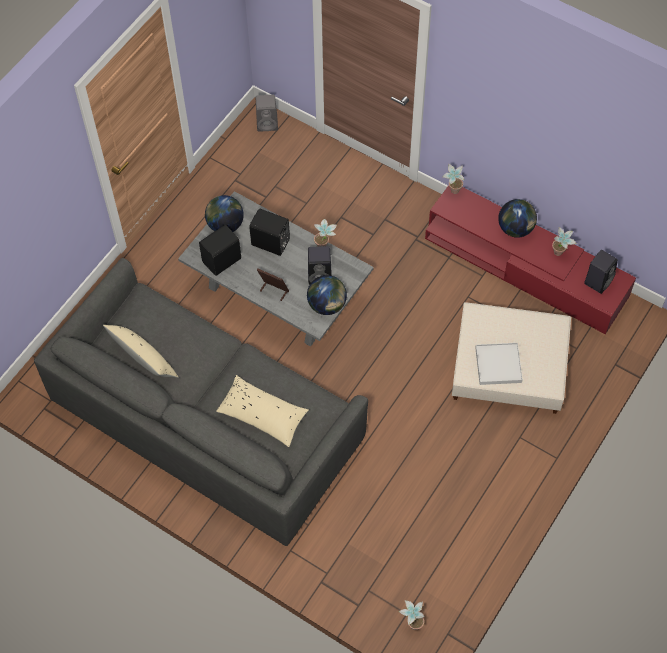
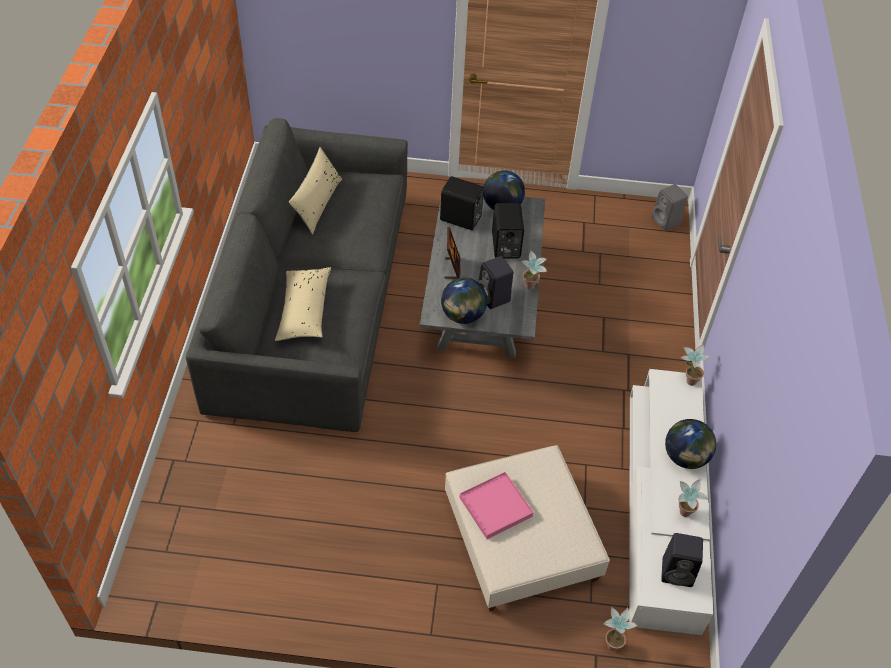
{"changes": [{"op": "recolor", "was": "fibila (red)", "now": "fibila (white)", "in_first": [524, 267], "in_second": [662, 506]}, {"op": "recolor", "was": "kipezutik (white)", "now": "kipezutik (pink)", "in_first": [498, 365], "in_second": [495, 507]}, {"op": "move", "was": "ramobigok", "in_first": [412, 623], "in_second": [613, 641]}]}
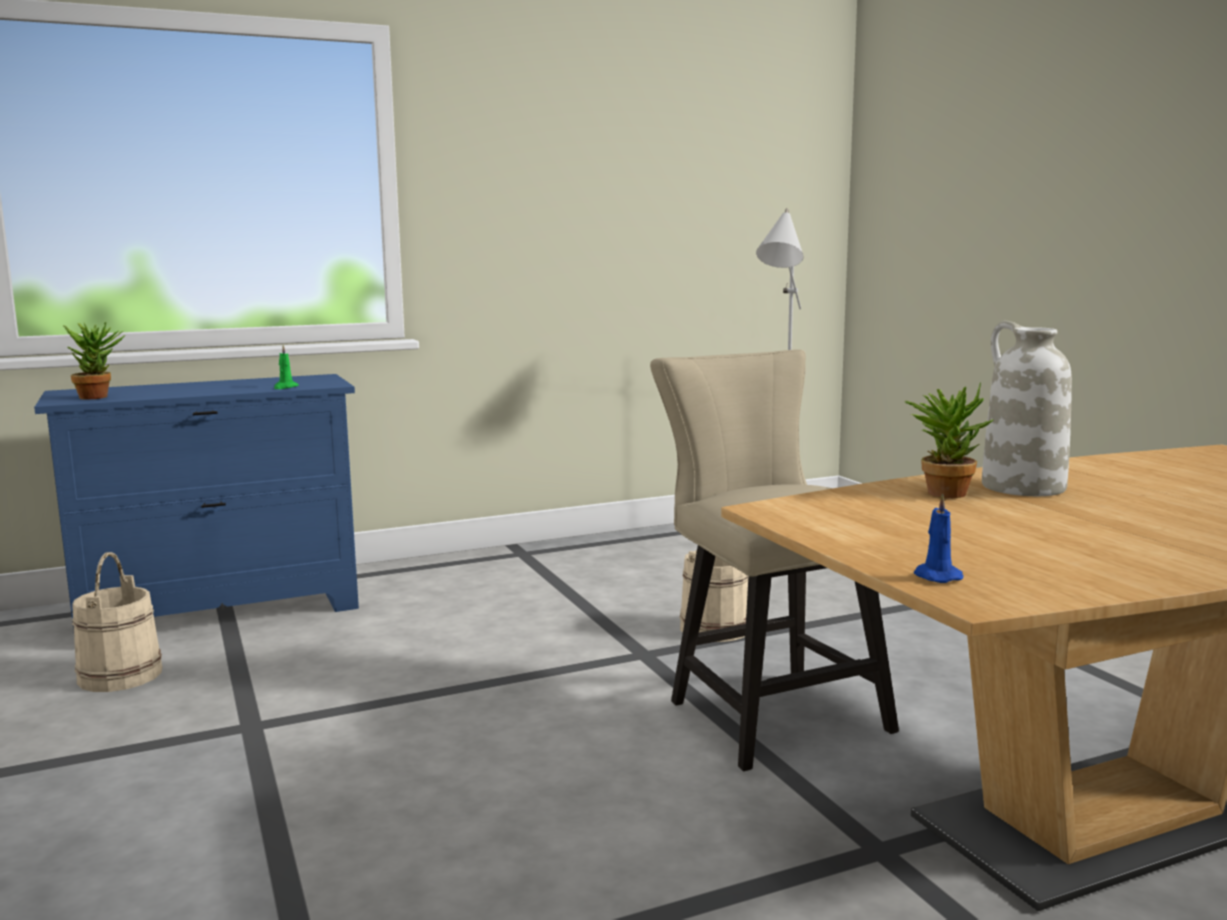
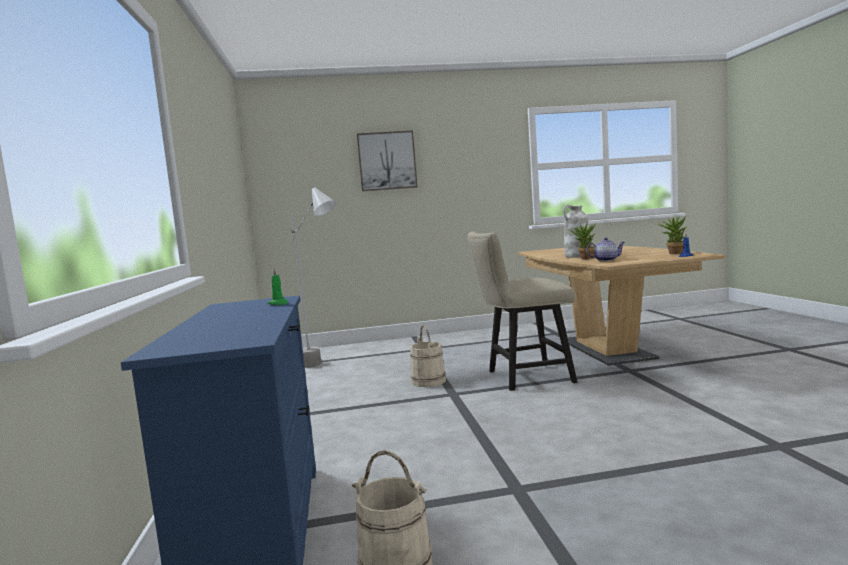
{"changes": [{"op": "move", "was": "ramobigok", "in_first": [99, 396], "in_second": [673, 253]}, {"op": "insert", "now": "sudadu", "in_second": [387, 161]}, {"op": "insert", "now": "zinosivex", "in_second": [606, 260]}]}
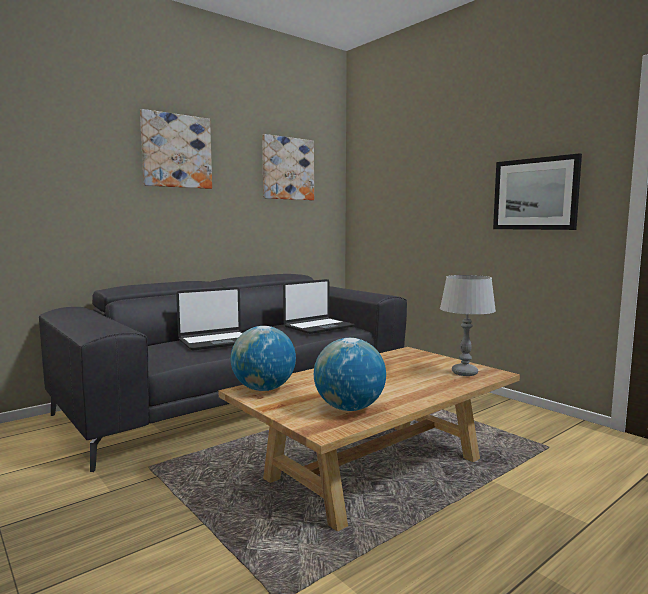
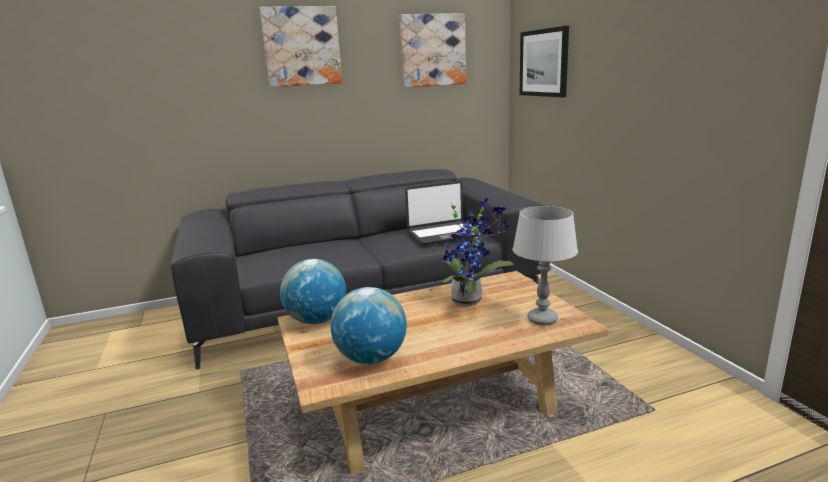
{"changes": [{"op": "move", "was": "sudadu", "in_first": [535, 194], "in_second": [544, 63]}, {"op": "delete", "was": "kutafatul", "in_first": [216, 341]}, {"op": "insert", "now": "ramobigok", "in_second": [470, 300]}]}
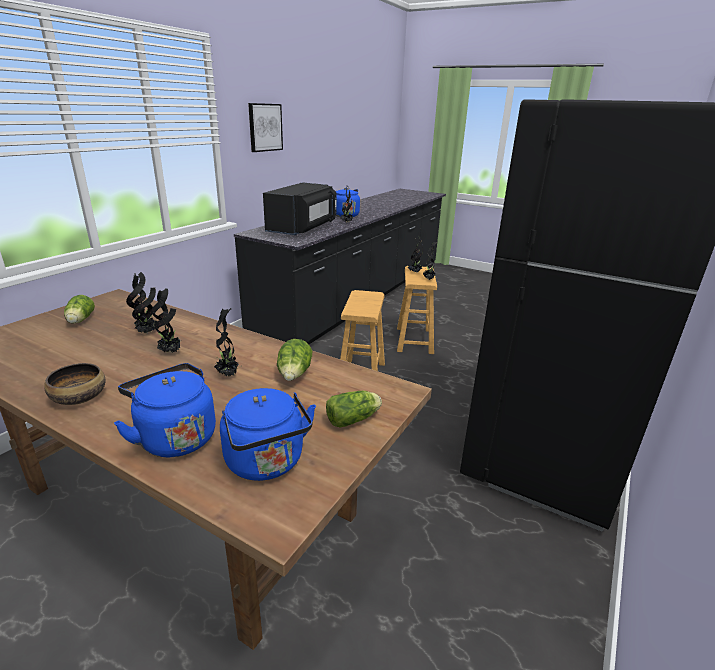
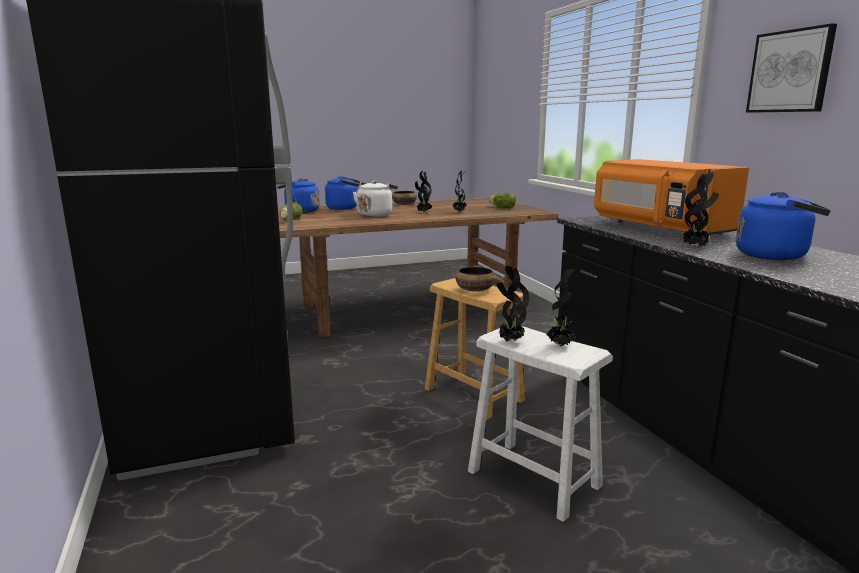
{"changes": [{"op": "recolor", "was": "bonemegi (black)", "now": "bonemegi (orange)", "in_first": [303, 228], "in_second": [658, 228]}, {"op": "recolor", "was": "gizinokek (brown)", "now": "gizinokek (white)", "in_first": [414, 340], "in_second": [533, 479]}, {"op": "replace", "was": "ramobigok", "now": "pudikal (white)", "in_first": [228, 375], "in_second": [375, 214]}, {"op": "delete", "was": "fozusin", "in_first": [294, 374]}, {"op": "insert", "now": "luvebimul", "in_second": [474, 289]}]}
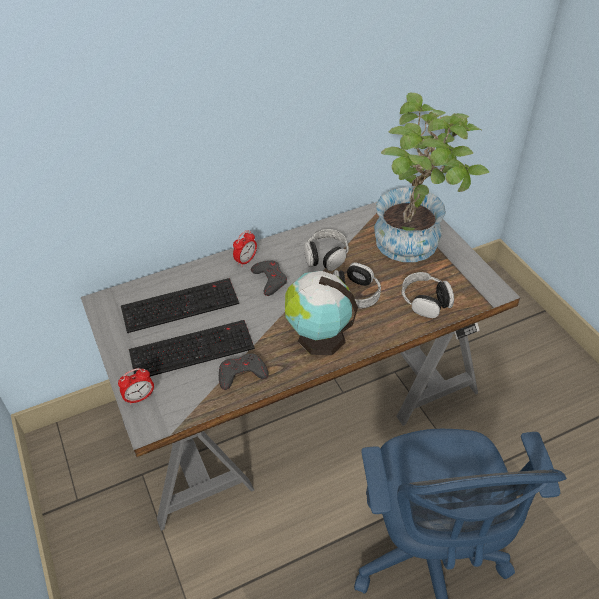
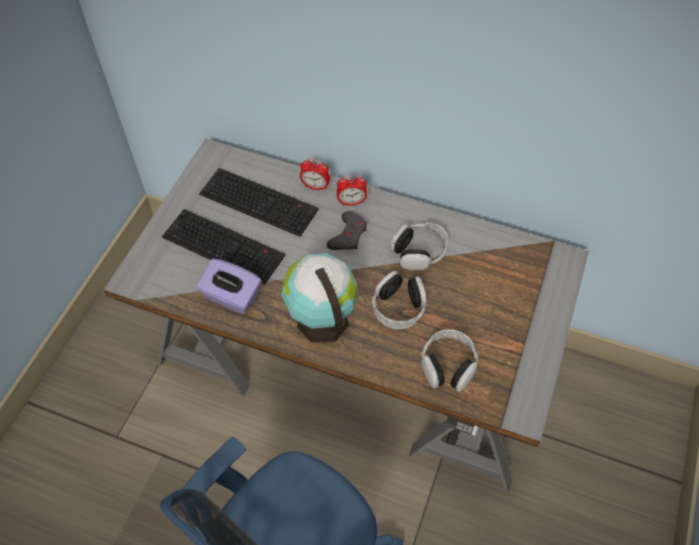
{"changes": [{"op": "delete", "was": "ramobigok", "in_first": [416, 244]}, {"op": "replace", "was": "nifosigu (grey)", "now": "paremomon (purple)", "in_first": [241, 374], "in_second": [231, 297]}, {"op": "move", "was": "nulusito", "in_first": [140, 397], "in_second": [315, 186]}]}
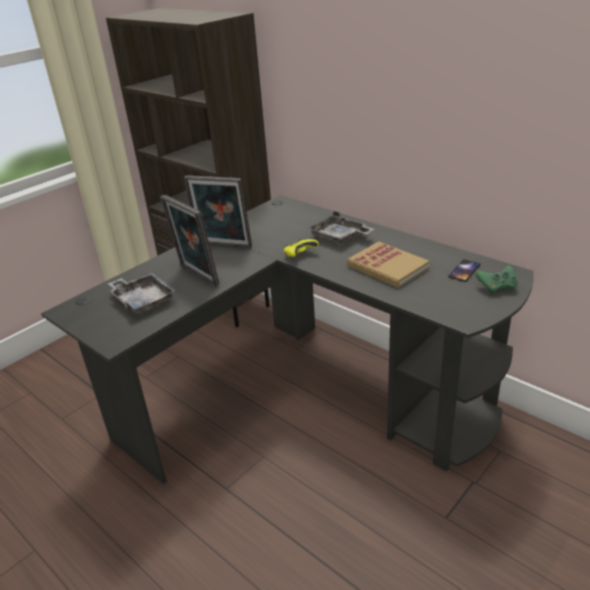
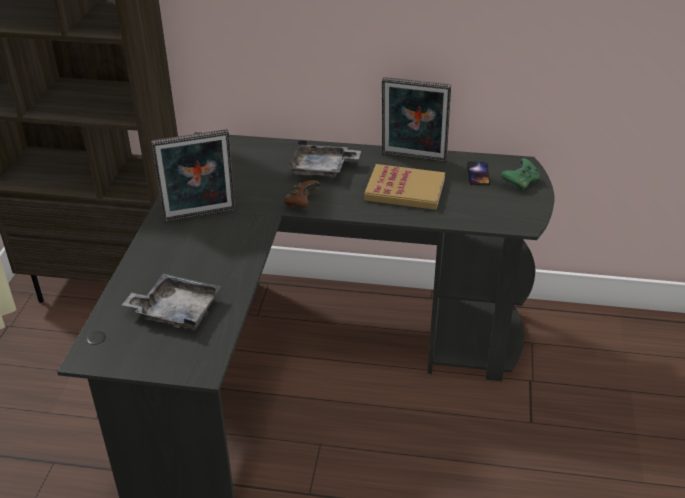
{"changes": [{"op": "move", "was": "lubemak", "in_first": [196, 277], "in_second": [413, 159]}, {"op": "recolor", "was": "nifosigu (yellow)", "now": "nifosigu (brown)", "in_first": [300, 255], "in_second": [301, 202]}]}
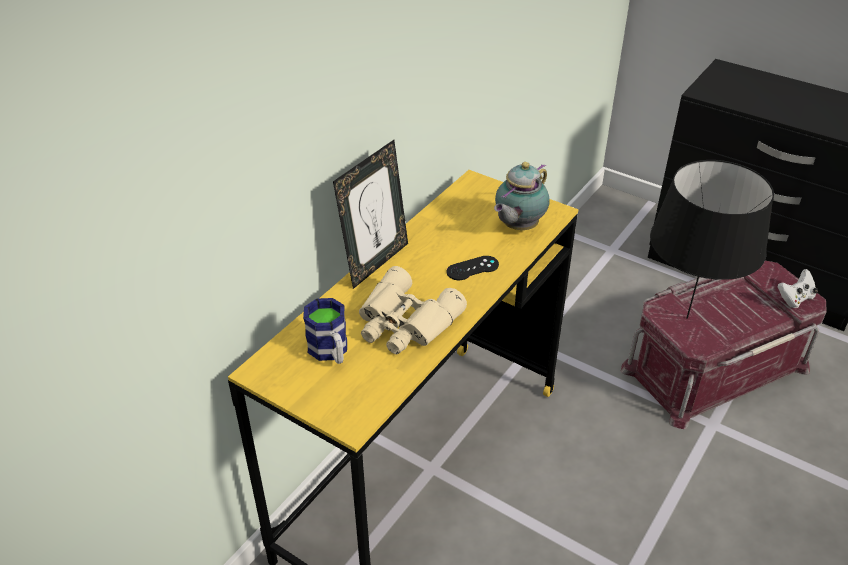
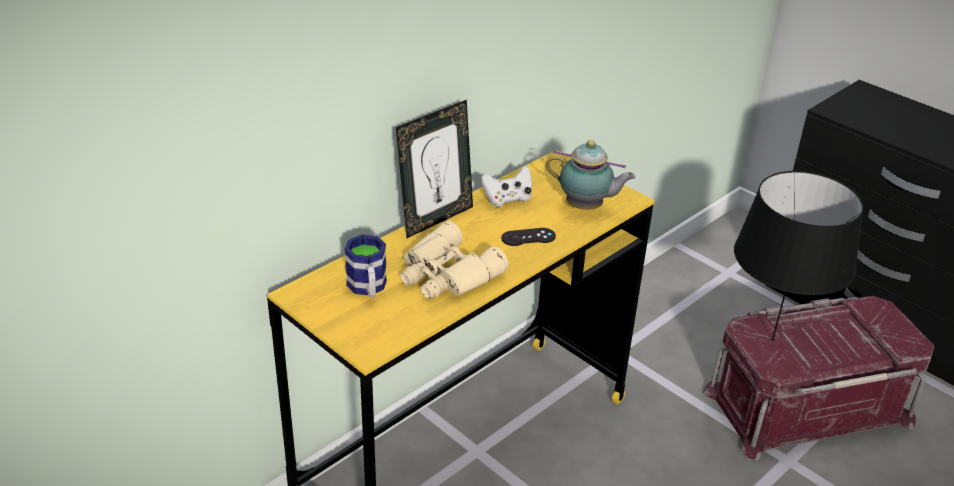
{"changes": [{"op": "rotate", "was": "zinosivex", "in_first": [517, 227], "in_second": [586, 207], "clockwise": -120}, {"op": "move", "was": "nifosigu (white)", "in_first": [795, 299], "in_second": [507, 199]}]}
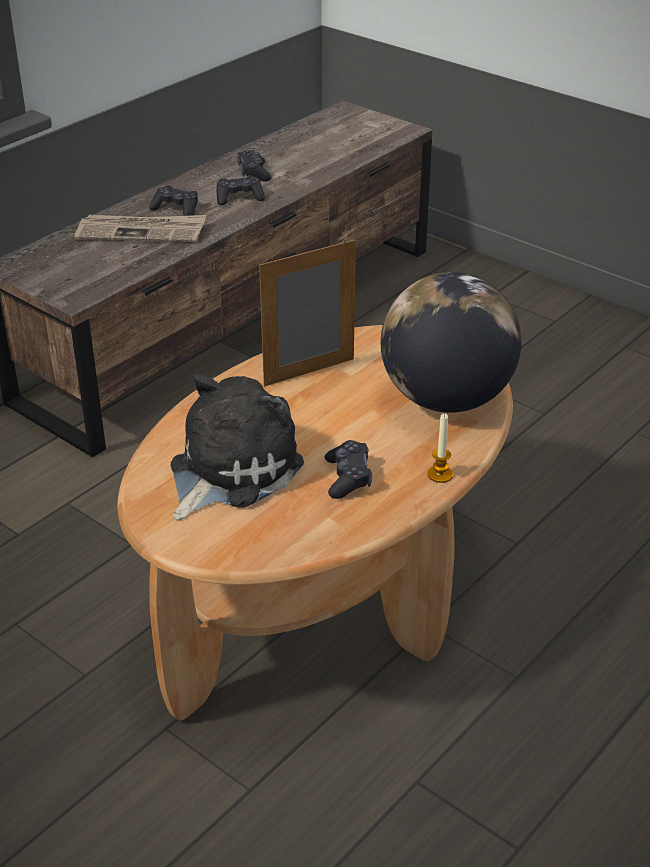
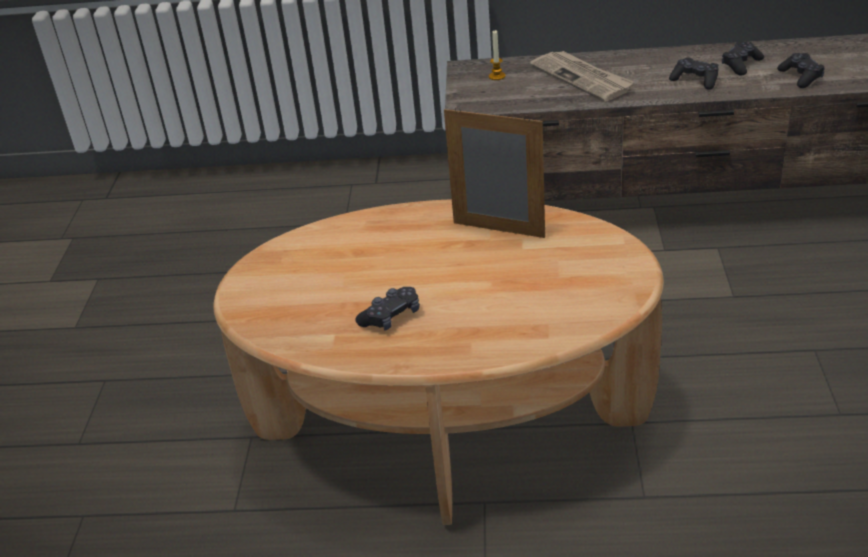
{"changes": [{"op": "move", "was": "nifosigu (black)", "in_first": [176, 209], "in_second": [800, 77]}, {"op": "delete", "was": "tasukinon", "in_first": [446, 399]}, {"op": "delete", "was": "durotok", "in_first": [229, 470]}, {"op": "move", "was": "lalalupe", "in_first": [440, 475], "in_second": [497, 76]}]}
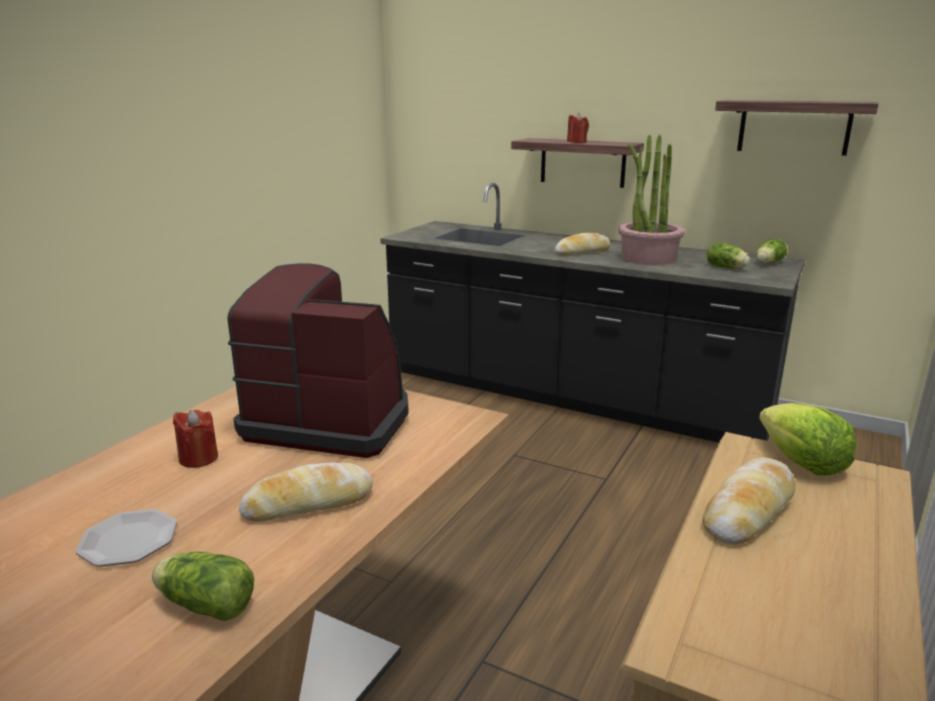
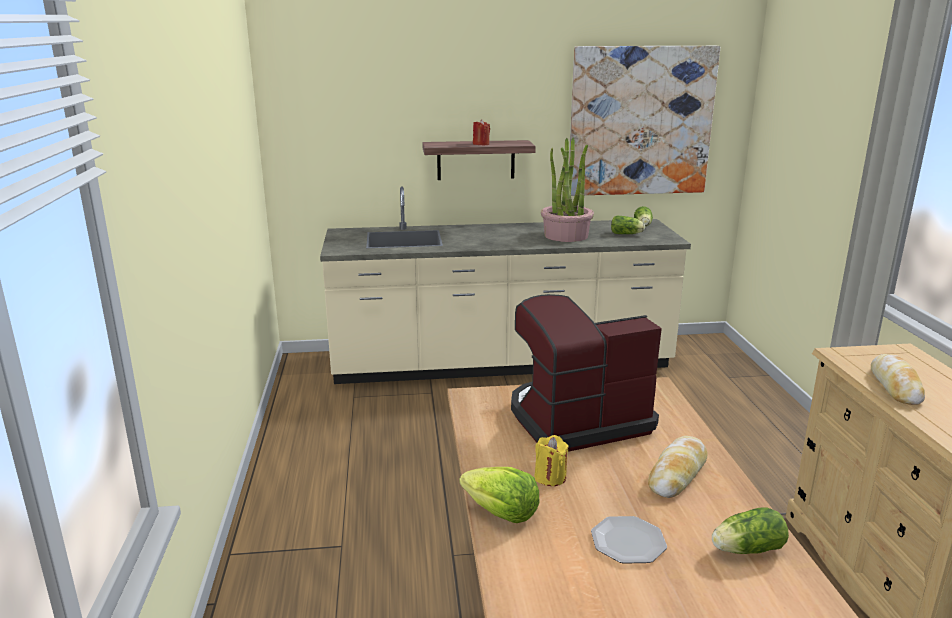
{"changes": [{"op": "replace", "was": "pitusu", "now": "sudadu", "in_first": [794, 127], "in_second": [640, 121]}, {"op": "recolor", "was": "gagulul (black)", "now": "gagulul (beige)", "in_first": [570, 396], "in_second": [501, 364]}, {"op": "delete", "was": "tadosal", "in_first": [582, 251]}, {"op": "move", "was": "fozusin", "in_first": [801, 463], "in_second": [501, 513]}, {"op": "recolor", "was": "lalalupe (red)", "now": "lalalupe (yellow)", "in_first": [198, 458], "in_second": [550, 477]}]}
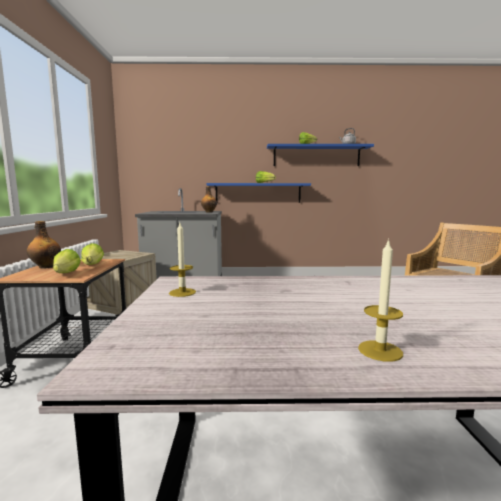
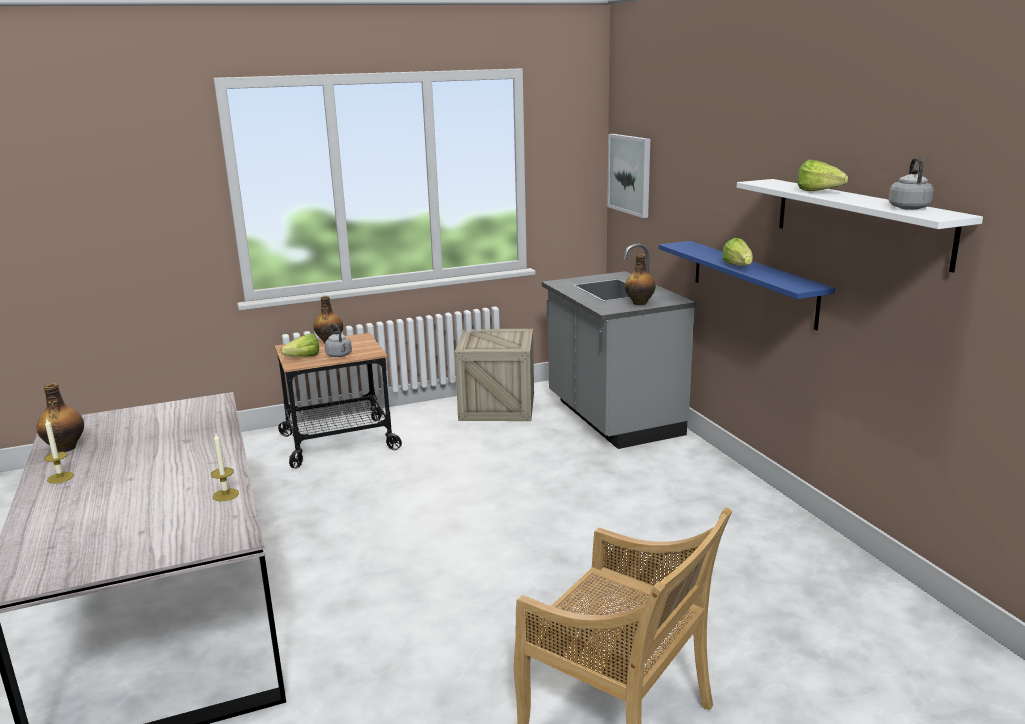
{"changes": [{"op": "recolor", "was": "pitusu (blue)", "now": "pitusu (white)", "in_first": [316, 156], "in_second": [859, 221]}, {"op": "move", "was": "lalalupe", "in_first": [182, 292], "in_second": [225, 495]}, {"op": "replace", "was": "fozusin", "now": "pudikal (grey)", "in_first": [91, 266], "in_second": [339, 355]}, {"op": "insert", "now": "sudadu", "in_second": [630, 174]}, {"op": "insert", "now": "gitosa", "in_second": [66, 447]}]}
